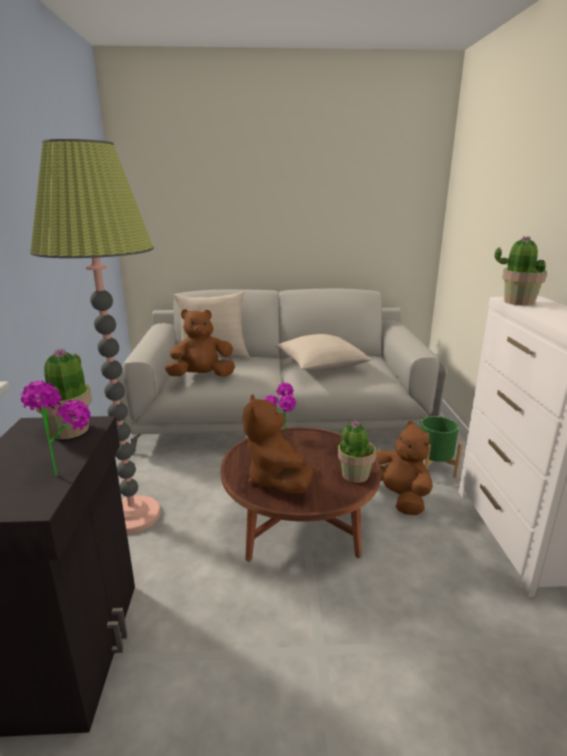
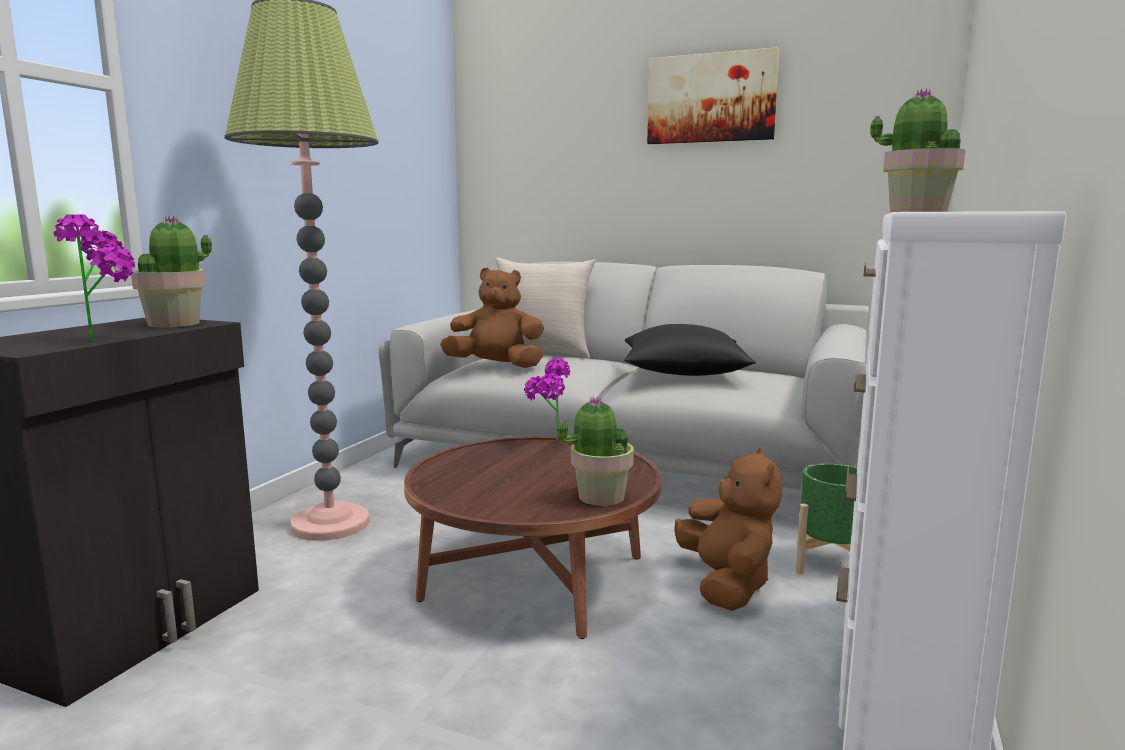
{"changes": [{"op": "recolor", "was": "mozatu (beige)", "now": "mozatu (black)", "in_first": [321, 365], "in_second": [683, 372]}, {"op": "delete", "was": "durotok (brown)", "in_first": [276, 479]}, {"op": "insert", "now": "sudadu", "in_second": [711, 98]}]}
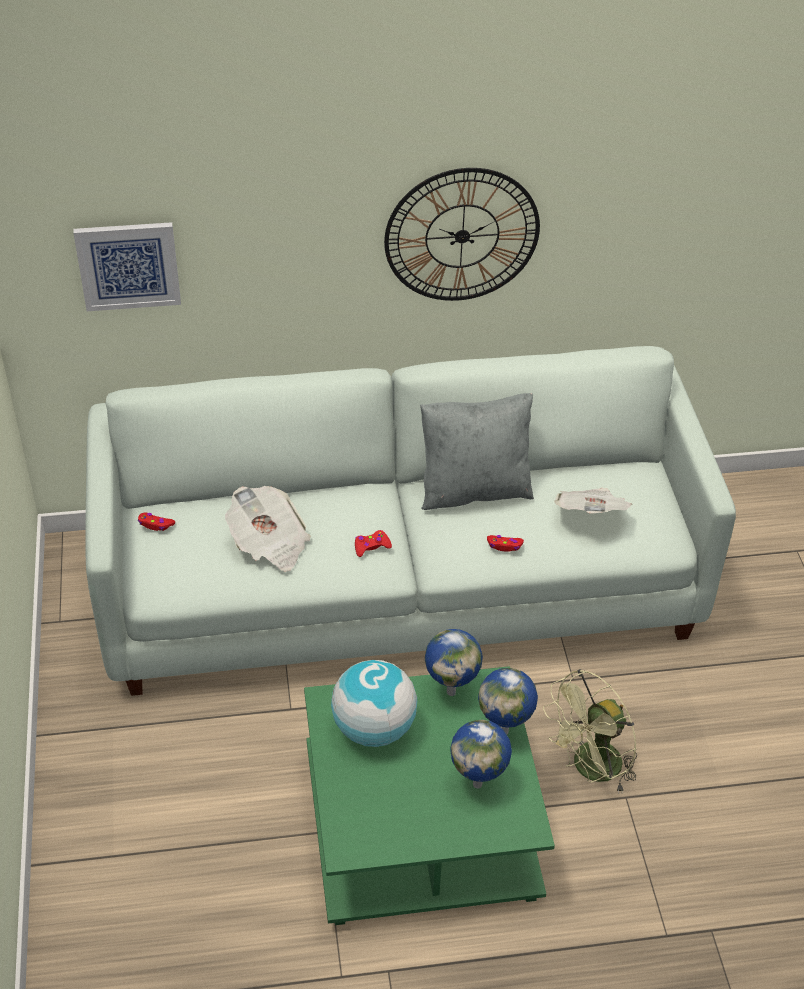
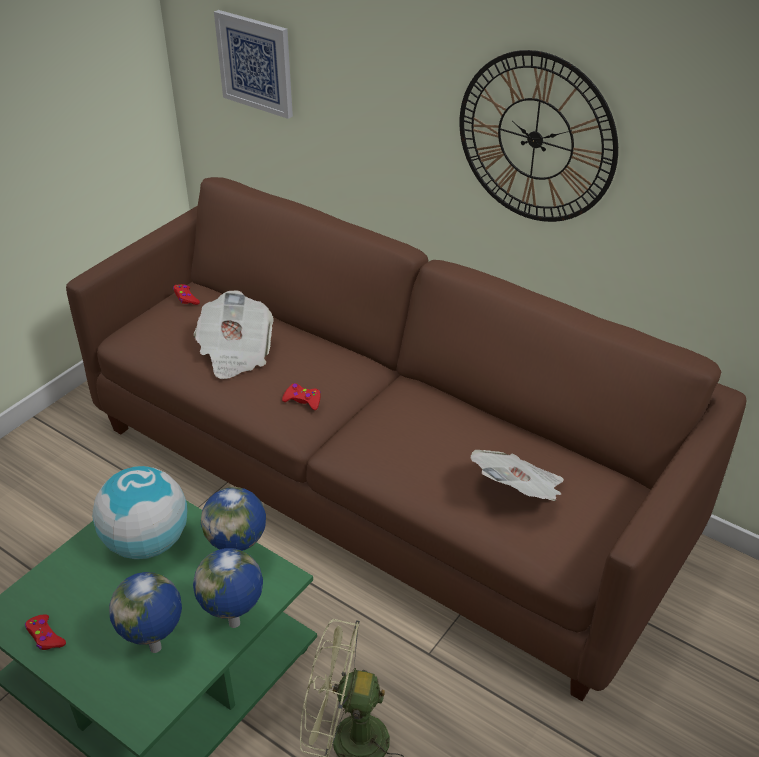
{"changes": [{"op": "recolor", "was": "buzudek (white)", "now": "buzudek (brown)", "in_first": [400, 587], "in_second": [380, 481]}, {"op": "delete", "was": "mozatu (grey)", "in_first": [474, 490]}, {"op": "move", "was": "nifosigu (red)", "in_first": [504, 546], "in_second": [45, 636]}]}
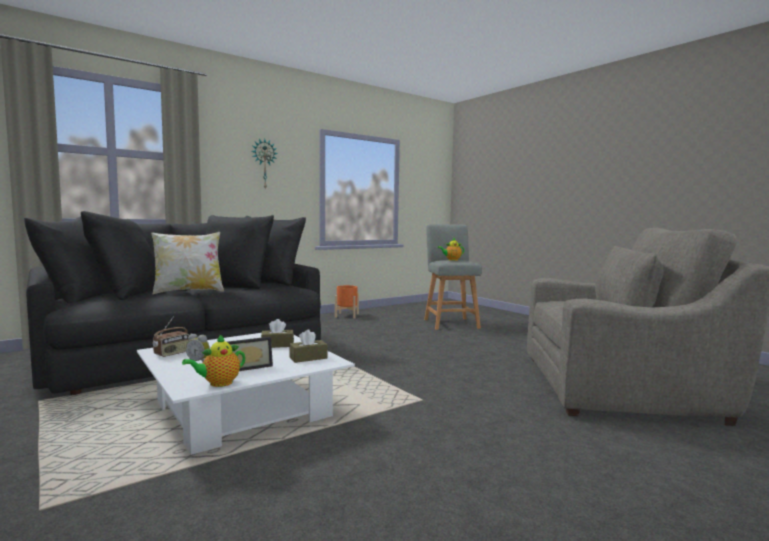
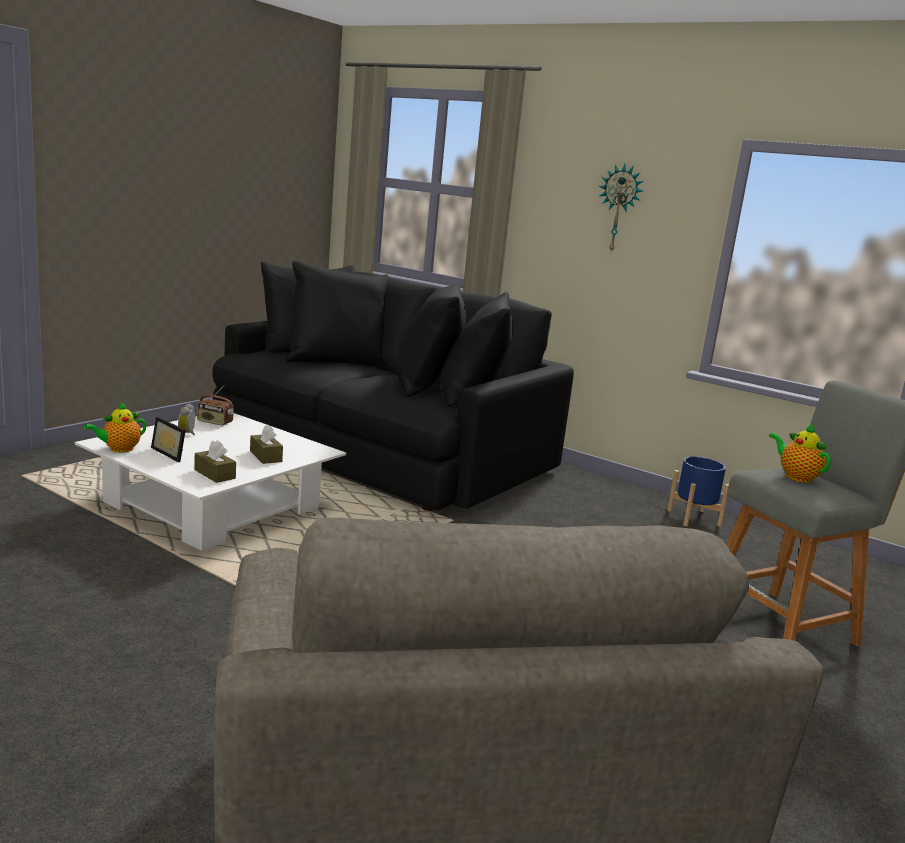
{"changes": [{"op": "delete", "was": "mozatu", "in_first": [188, 291]}, {"op": "recolor", "was": "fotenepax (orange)", "now": "fotenepax (blue)", "in_first": [347, 315], "in_second": [693, 518]}, {"op": "rotate", "was": "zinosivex", "in_first": [218, 383], "in_second": [119, 449], "clockwise": -75}]}
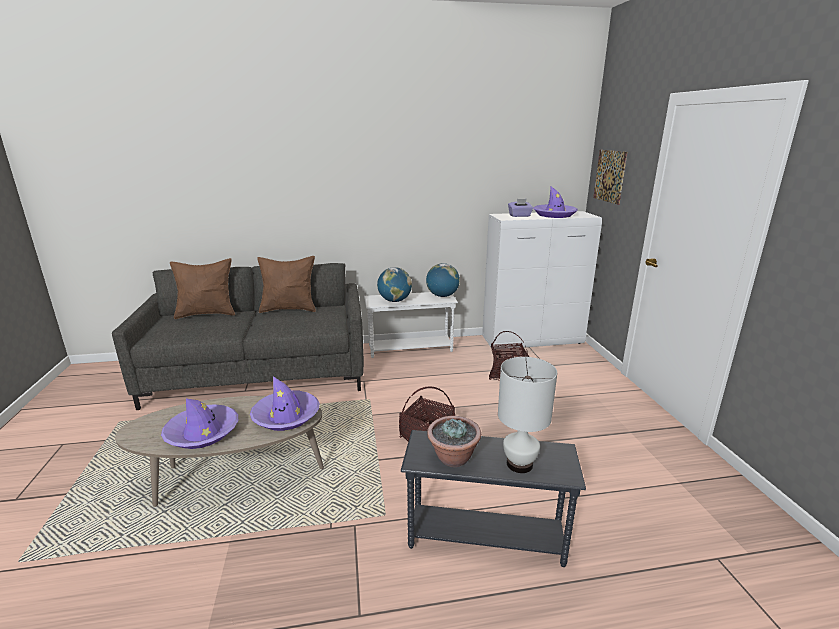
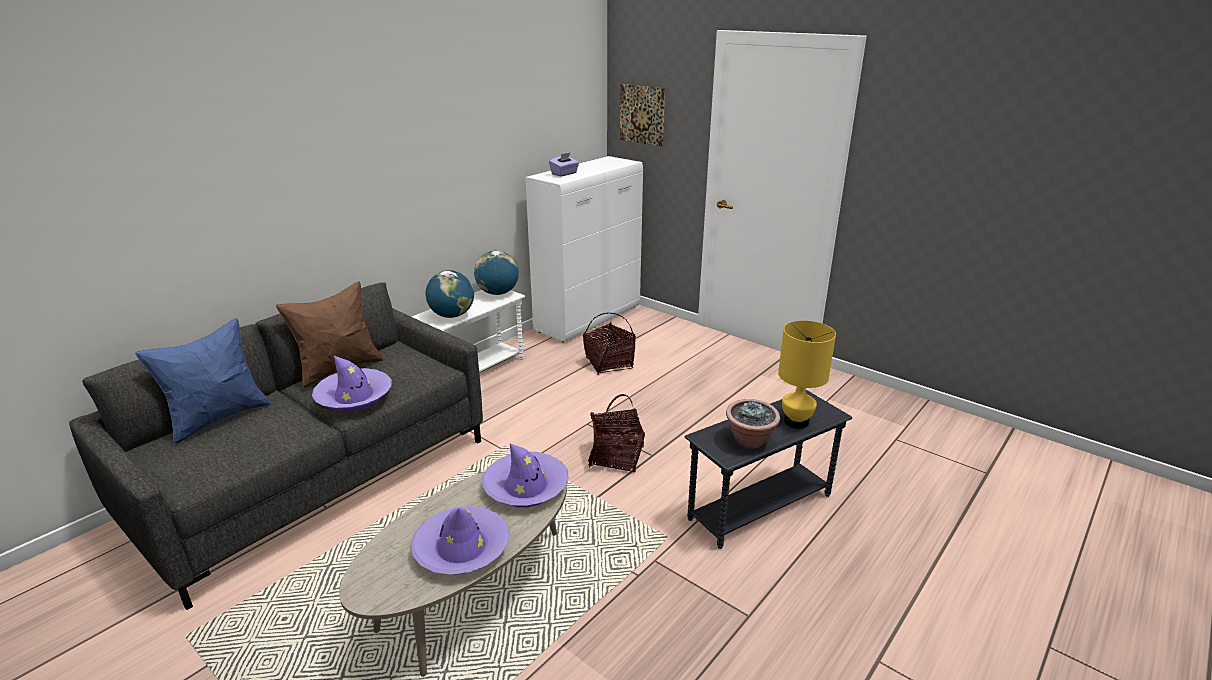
{"changes": [{"op": "move", "was": "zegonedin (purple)", "in_first": [554, 215], "in_second": [354, 396]}, {"op": "recolor", "was": "mozatu (brown)", "now": "mozatu (blue)", "in_first": [207, 314], "in_second": [218, 418]}, {"op": "recolor", "was": "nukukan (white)", "now": "nukukan (yellow)", "in_first": [520, 464], "in_second": [796, 421]}]}
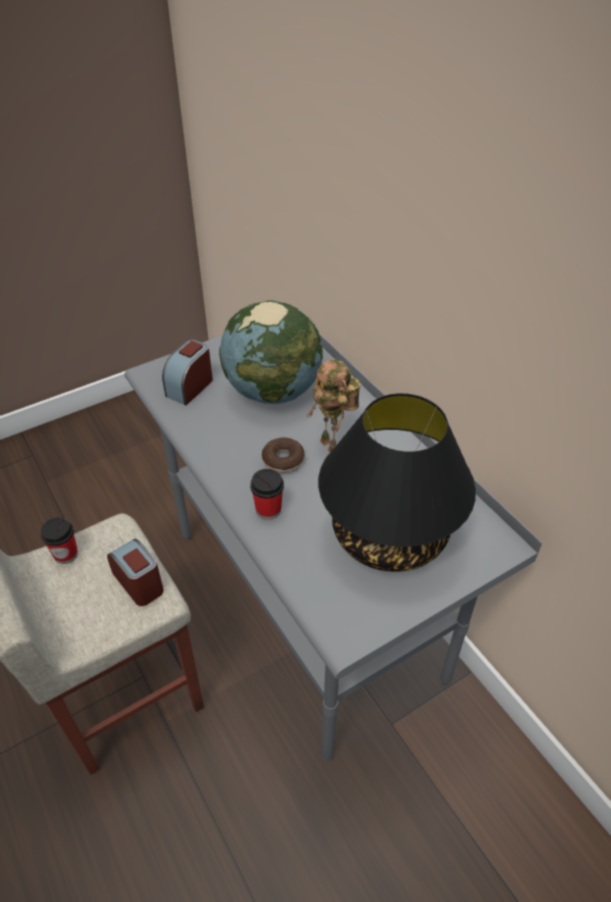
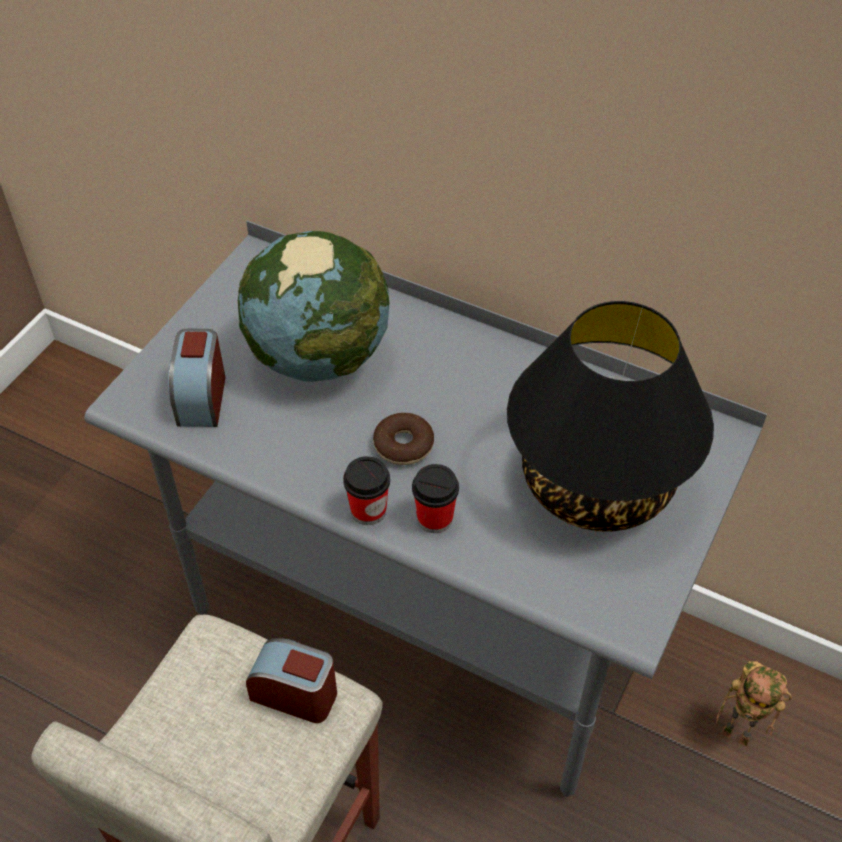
{"changes": [{"op": "move", "was": "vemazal", "in_first": [332, 446], "in_second": [738, 734]}, {"op": "move", "was": "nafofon", "in_first": [66, 554], "in_second": [368, 510]}]}
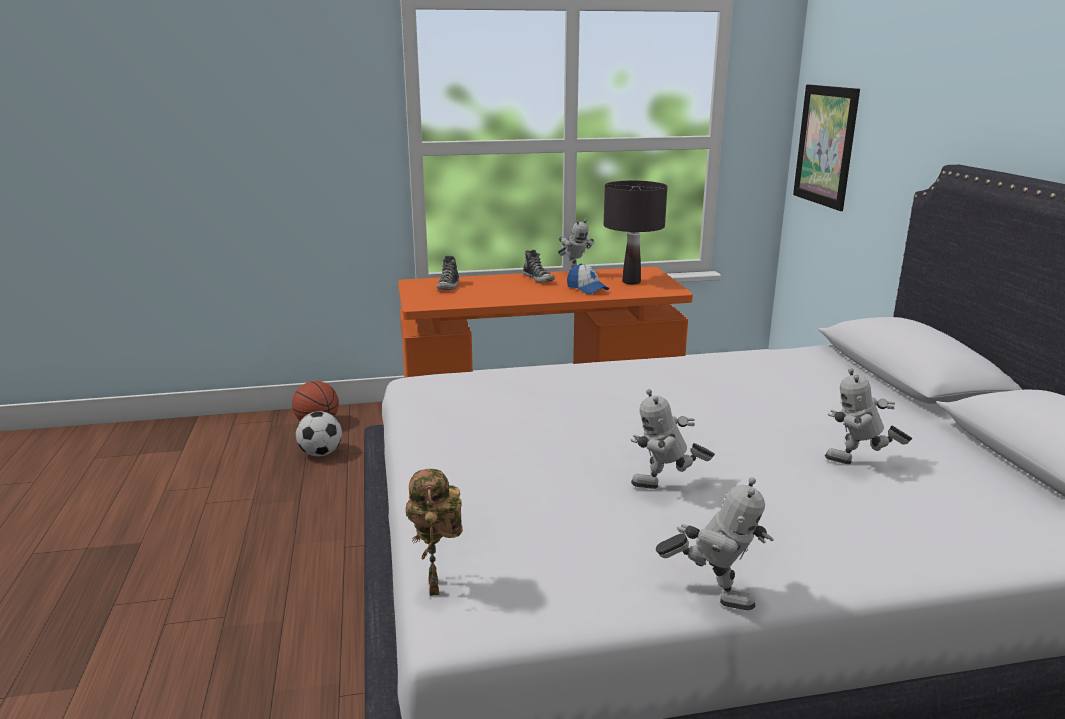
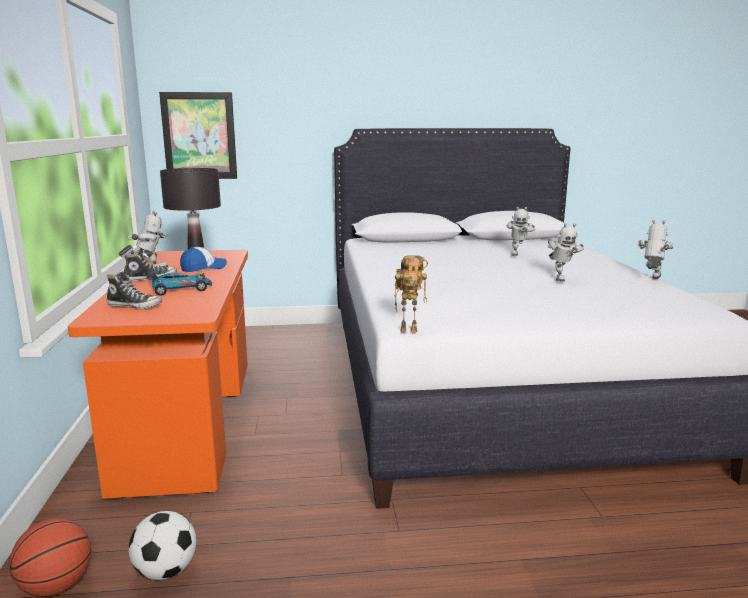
{"changes": [{"op": "move", "was": "vemazal", "in_first": [437, 587], "in_second": [409, 330]}, {"op": "insert", "now": "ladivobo", "in_second": [179, 289]}]}
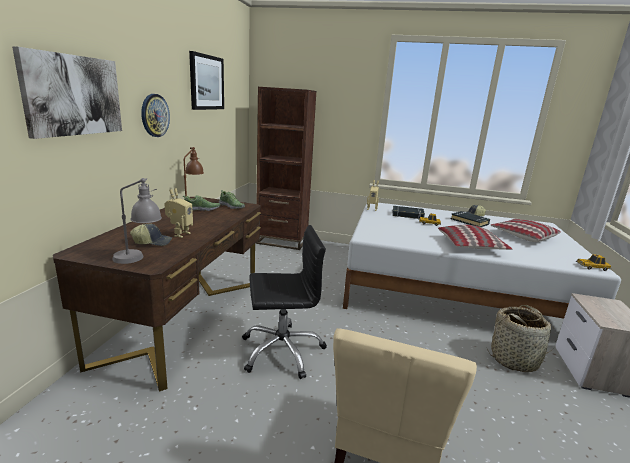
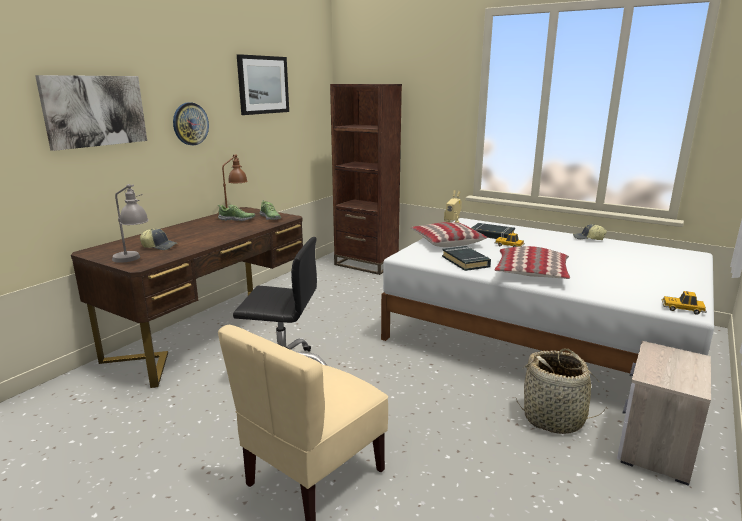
{"changes": [{"op": "delete", "was": "vemazal", "in_first": [179, 234]}, {"op": "move", "was": "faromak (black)", "in_first": [469, 221], "in_second": [466, 262]}, {"op": "move", "was": "mozatu", "in_first": [523, 236], "in_second": [446, 242]}]}
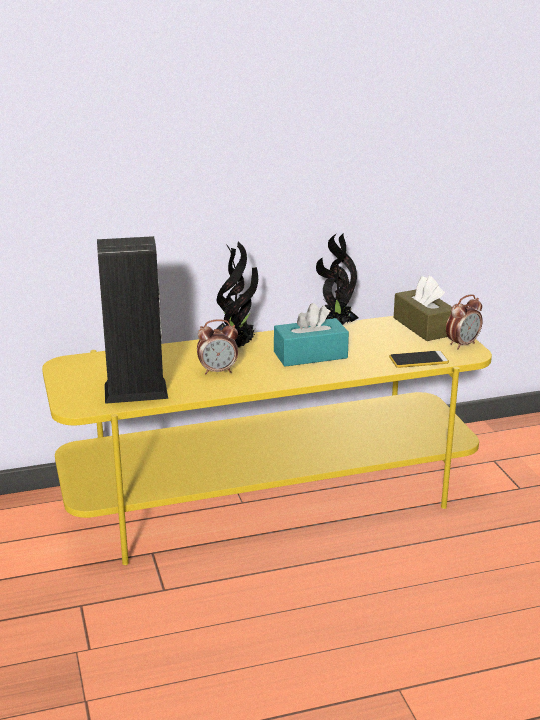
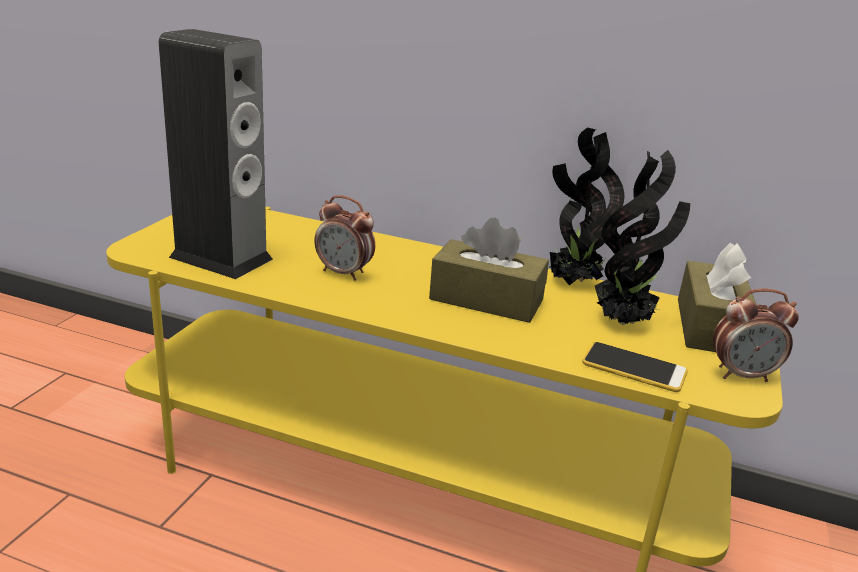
{"changes": [{"op": "move", "was": "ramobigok", "in_first": [238, 346], "in_second": [624, 322]}, {"op": "recolor", "was": "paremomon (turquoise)", "now": "paremomon (brown)", "in_first": [310, 355], "in_second": [486, 300]}]}
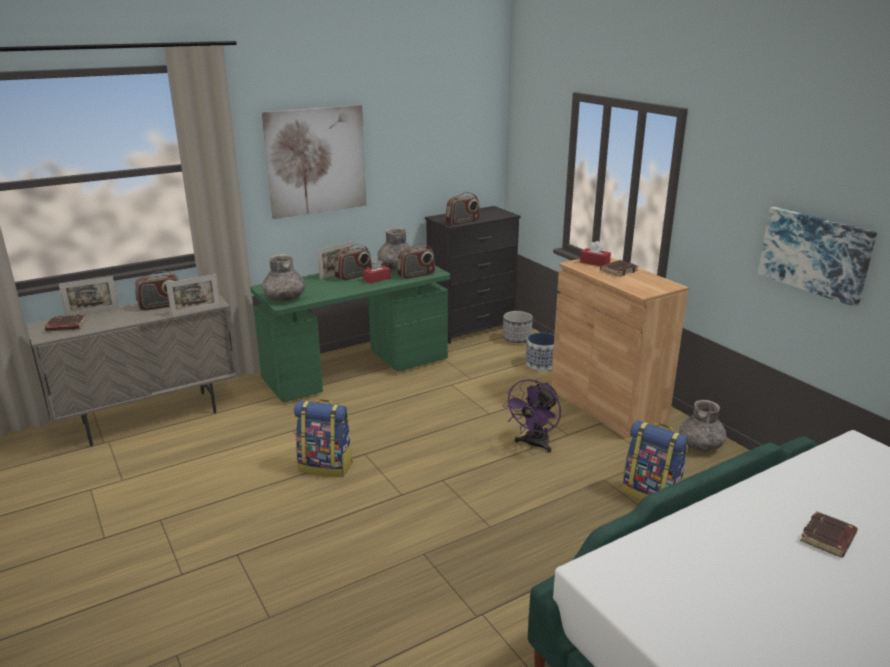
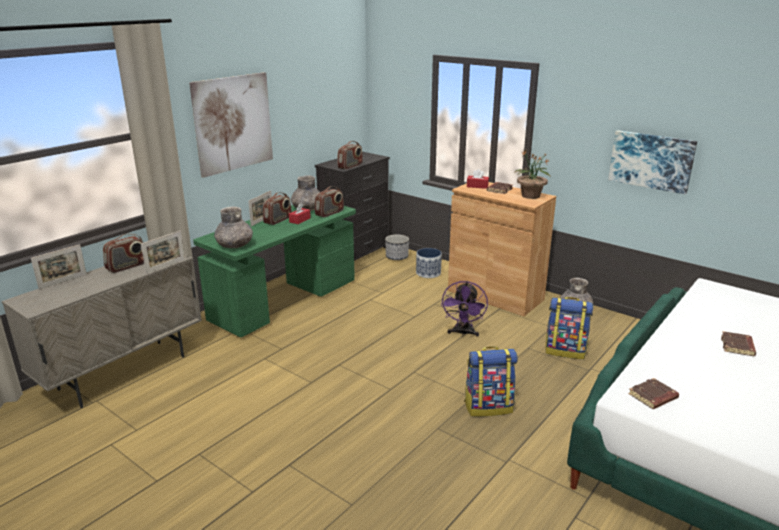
{"changes": [{"op": "move", "was": "faromak (brown)", "in_first": [66, 326], "in_second": [653, 397]}, {"op": "move", "was": "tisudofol", "in_first": [326, 466], "in_second": [488, 407]}, {"op": "insert", "now": "ramobigok", "in_second": [530, 196]}]}
